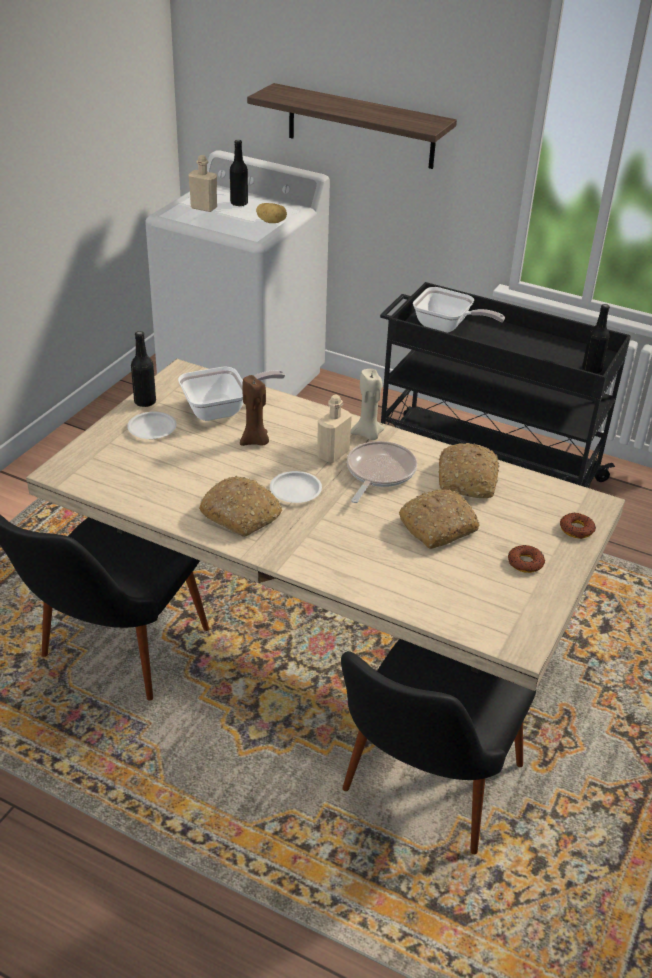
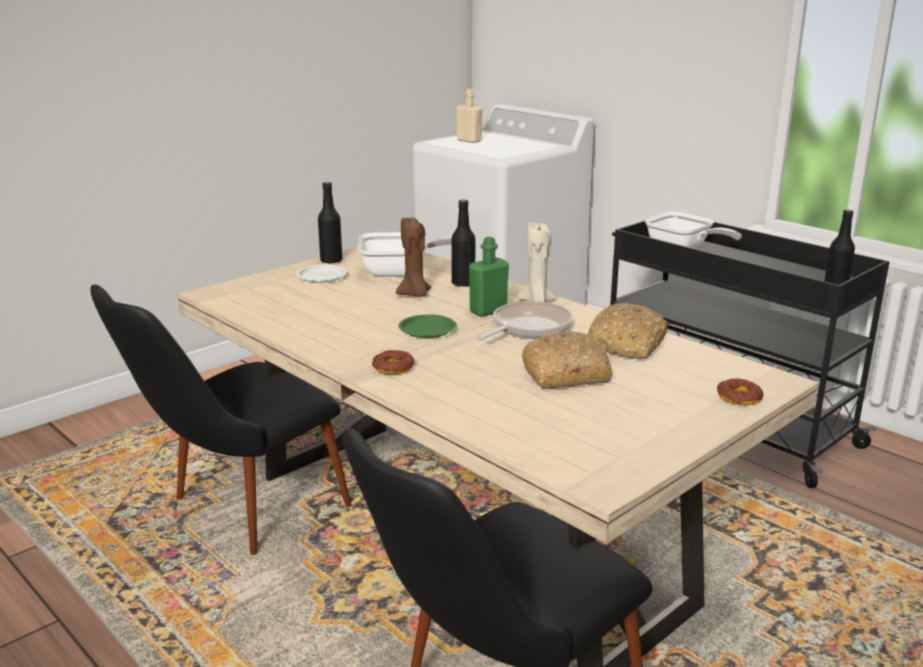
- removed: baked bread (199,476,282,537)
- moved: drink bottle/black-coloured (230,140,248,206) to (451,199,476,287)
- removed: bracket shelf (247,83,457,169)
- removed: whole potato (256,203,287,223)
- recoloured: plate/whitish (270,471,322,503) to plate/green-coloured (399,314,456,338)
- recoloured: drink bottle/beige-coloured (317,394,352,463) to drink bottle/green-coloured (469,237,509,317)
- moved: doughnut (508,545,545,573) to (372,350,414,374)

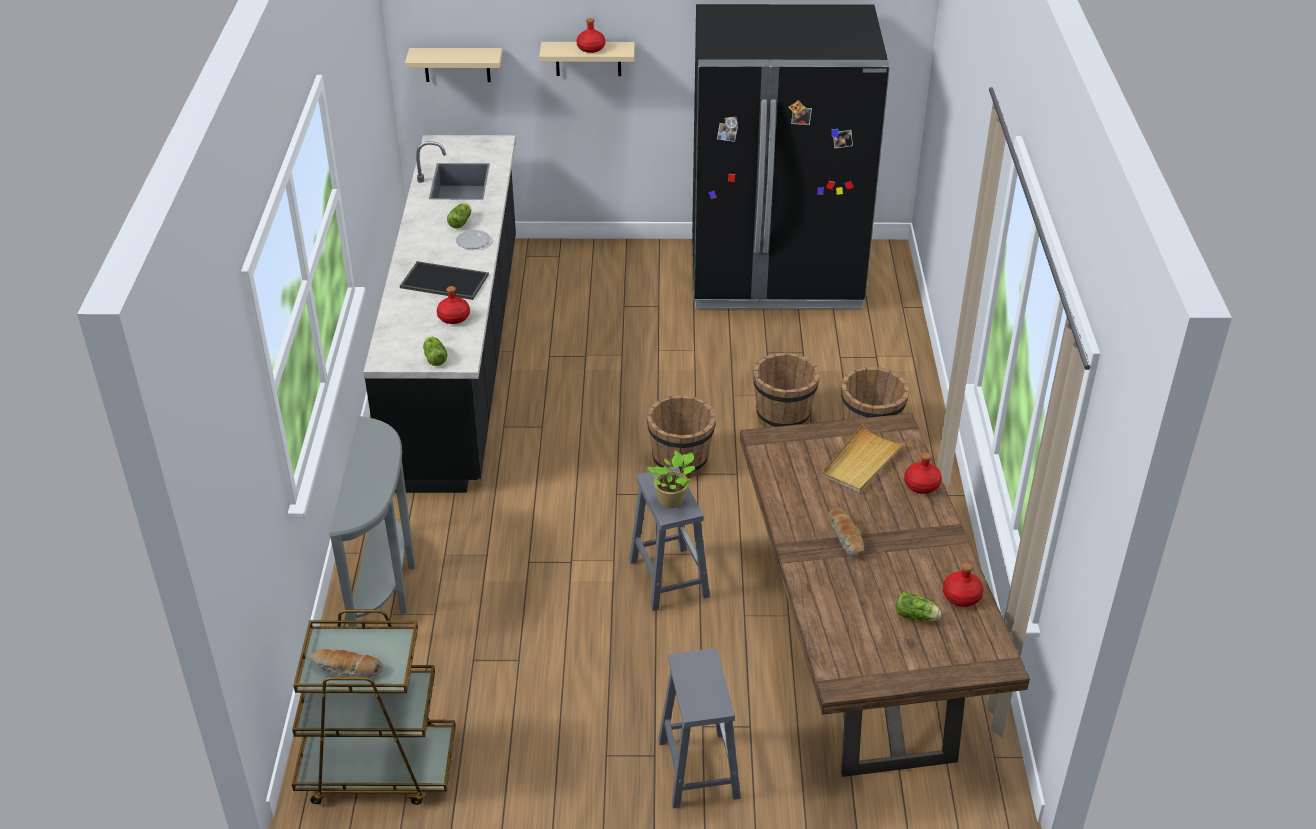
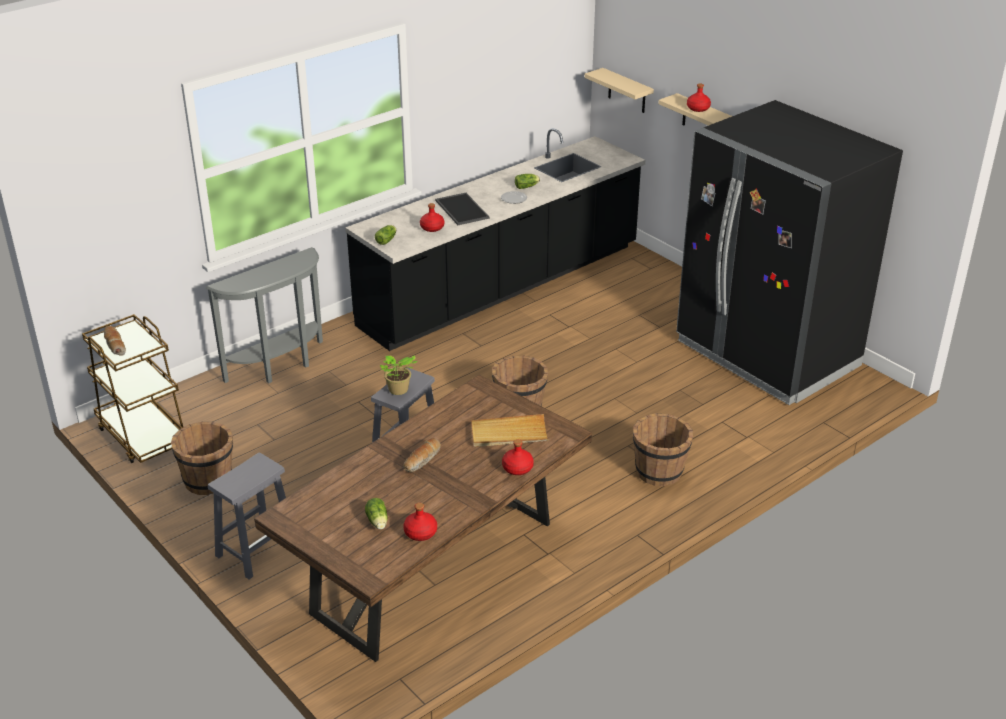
- moved: pail/brown-coloured (753,352,820,428) to (171,422,233,495)

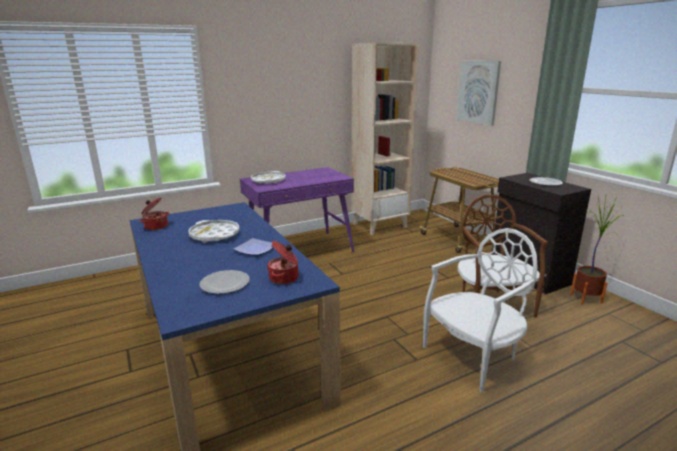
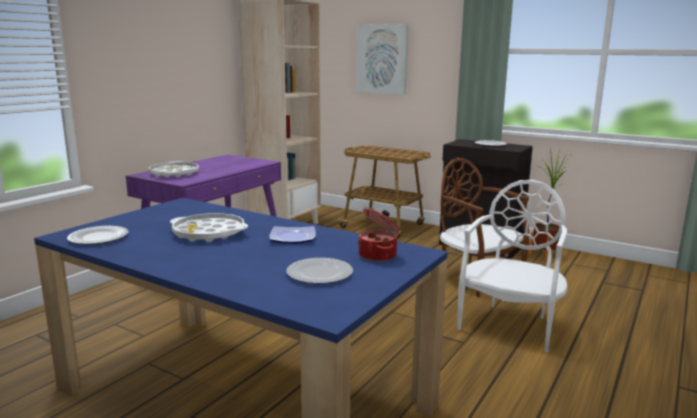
- replaced: saucepot (139,197,170,230) to plate (67,226,129,245)

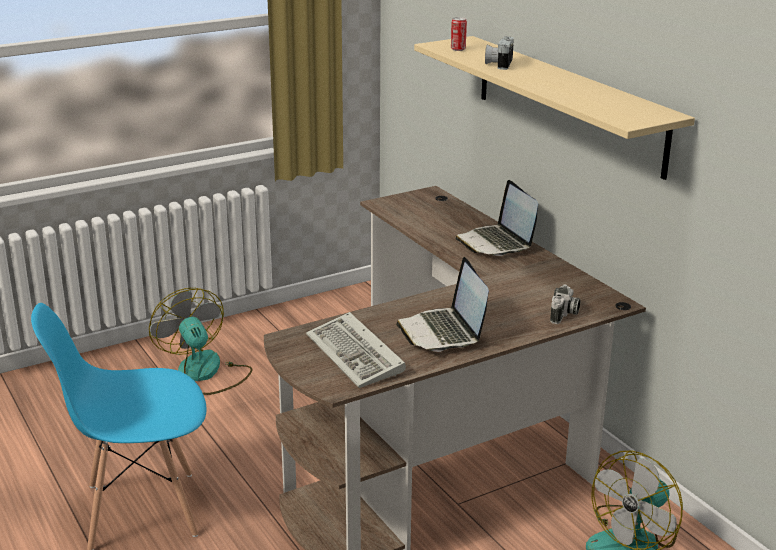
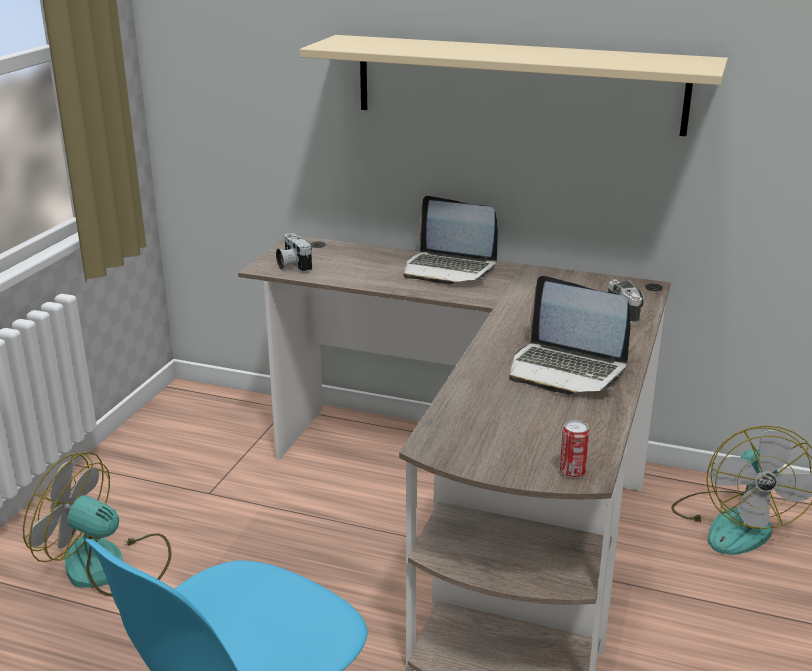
- removed: PC keyboard (306,312,406,388)
- moved: sealed can (451,17,467,51) to (560,420,590,478)
- moved: photo camera (485,36,514,70) to (276,233,312,272)

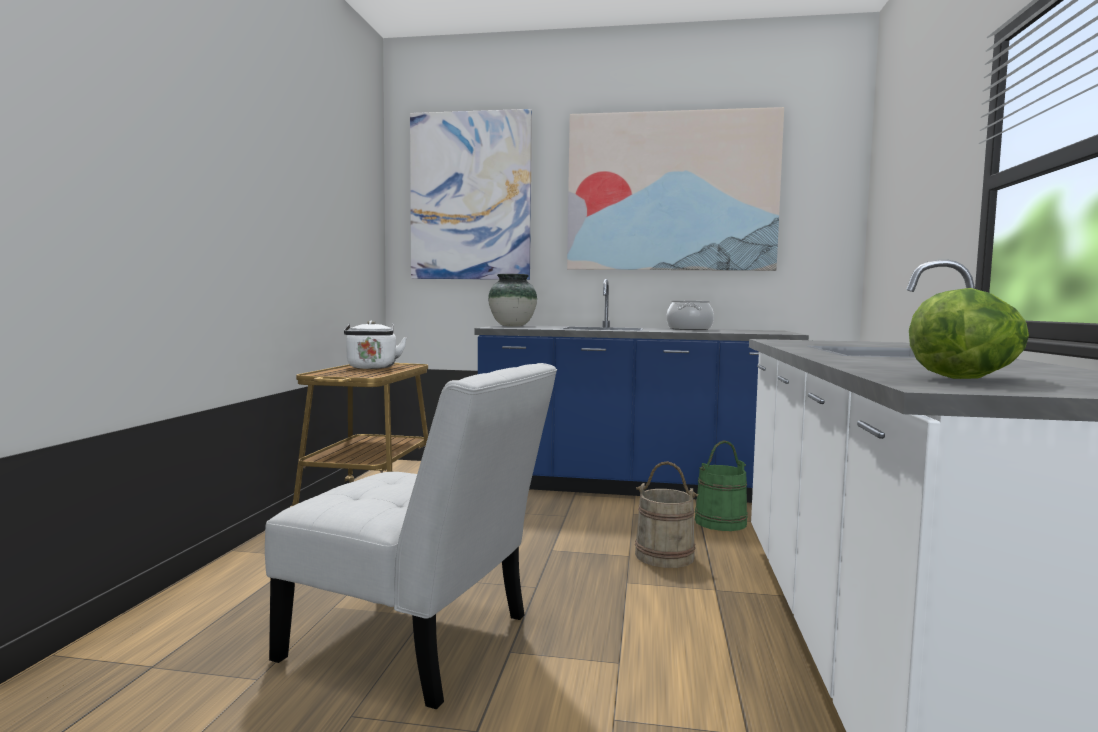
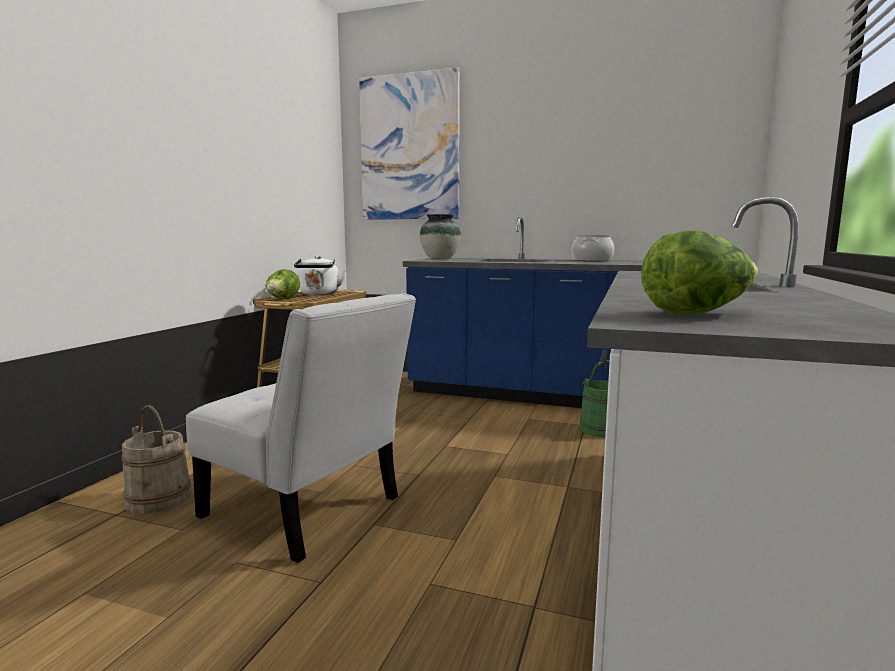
- removed: picture (567,107,784,271)
- moved: pail/beige-coloured (635,461,698,568) to (122,405,192,514)
- added: head of lettuce (266,269,300,299)

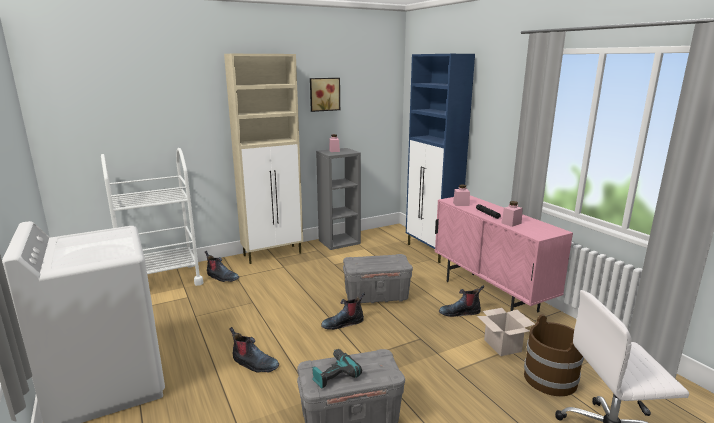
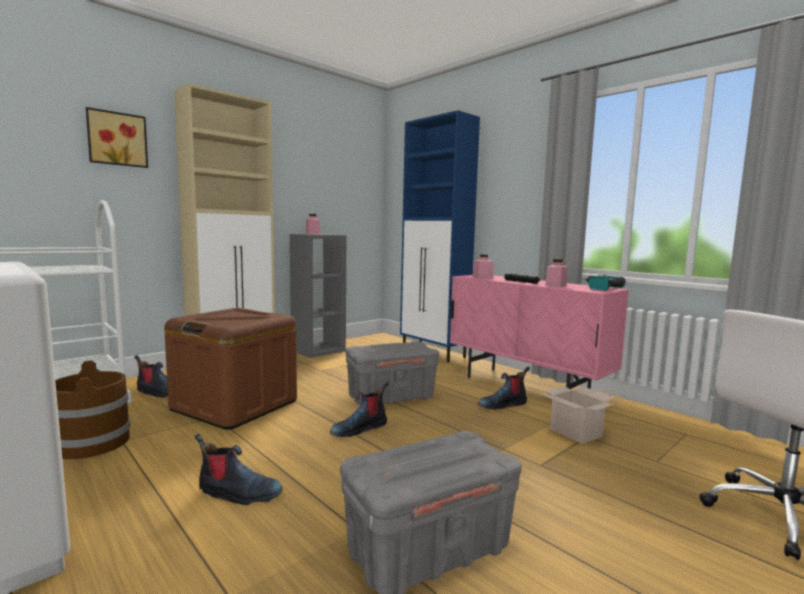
- moved: picture (310,78,340,112) to (86,107,148,168)
- moved: drill (312,349,362,389) to (584,275,626,291)
- moved: pail/brown-coloured (524,314,584,396) to (55,360,130,459)
- added: storage bin/brown-coloured (164,308,297,430)

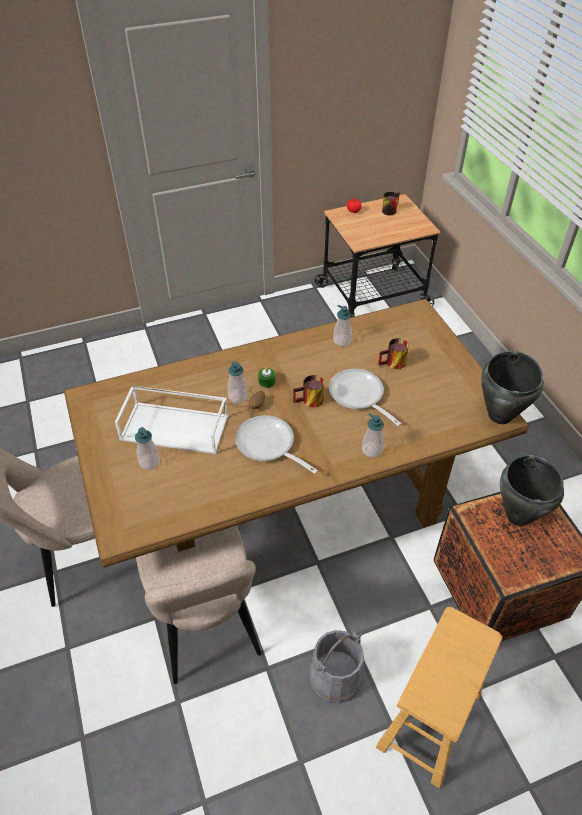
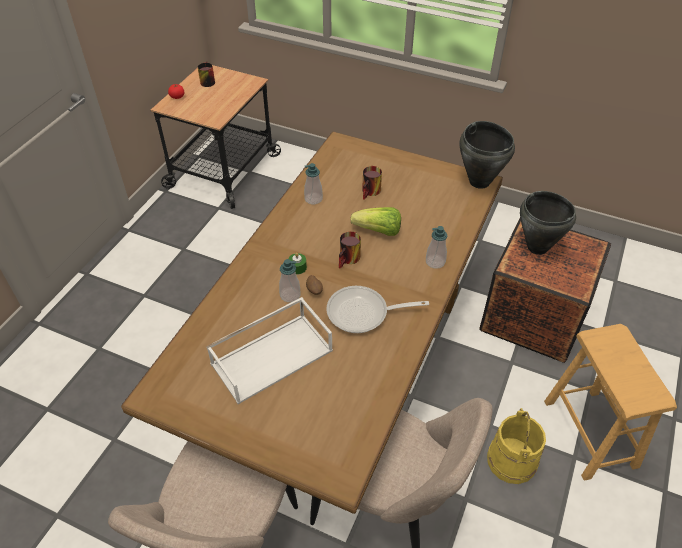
- removed: soap dispenser (135,427,160,470)
- recoloured: pail/gray (309,630,364,704) to pail/yellow (487,408,546,484)
- replaced: frying pan (329,369,401,426) to head of lettuce (350,207,401,236)

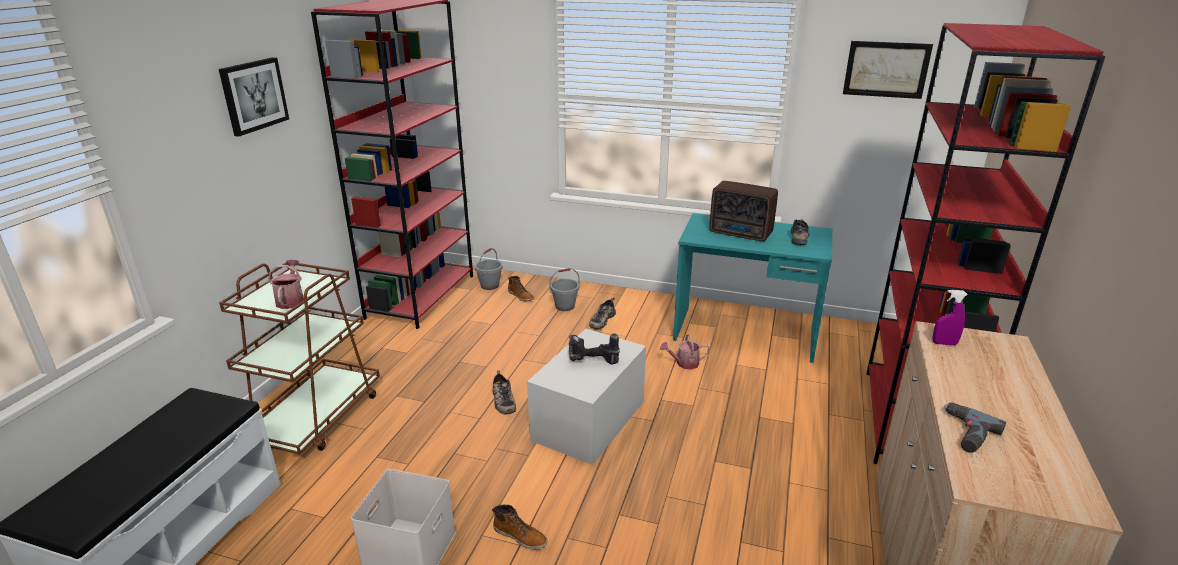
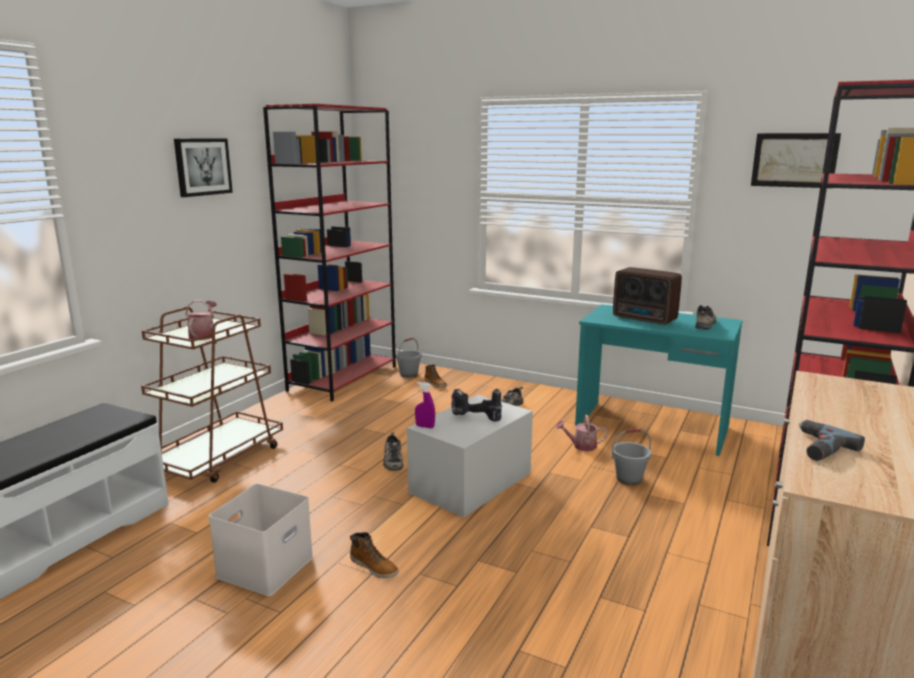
- moved: pail/gray (549,268,580,311) to (612,429,651,485)
- moved: spray bottle/purple (932,290,968,345) to (415,382,435,428)

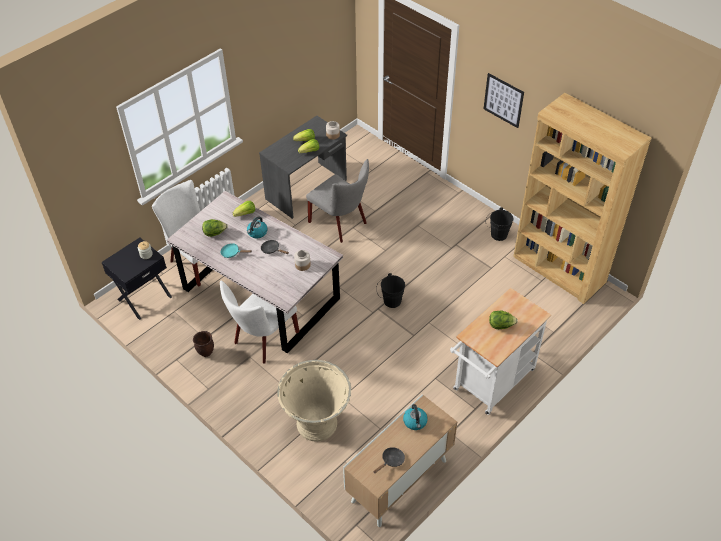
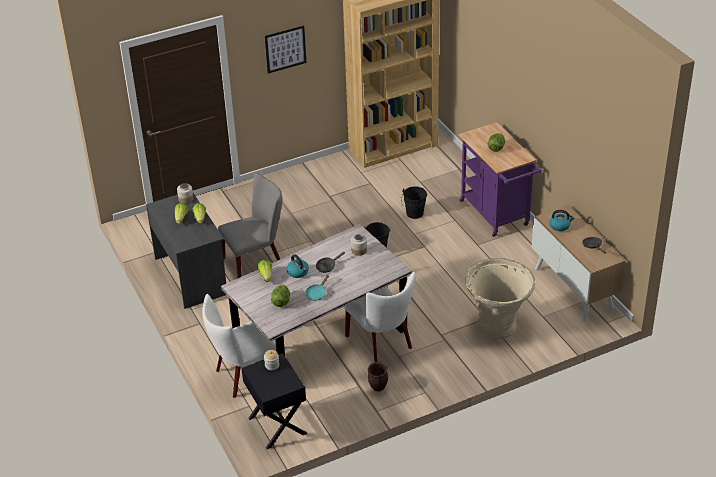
- recoloured: cart/whitish (450,288,551,415) to cart/purple (458,122,542,237)
- moved: pail/black-coloured (486,208,513,241) to (401,186,427,219)

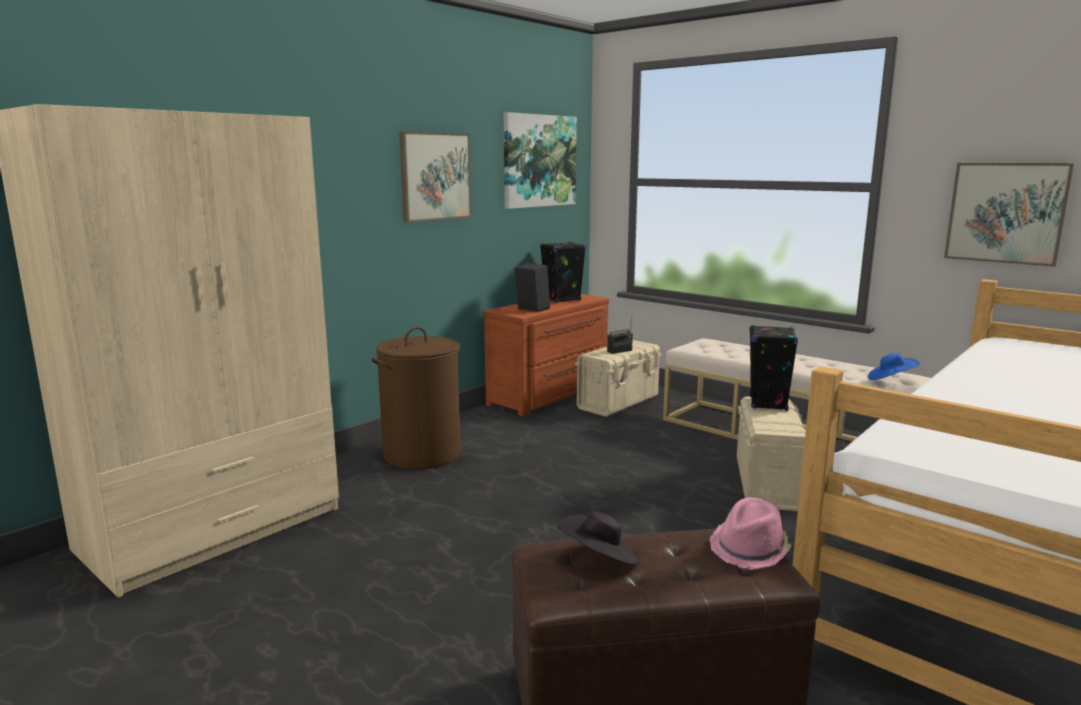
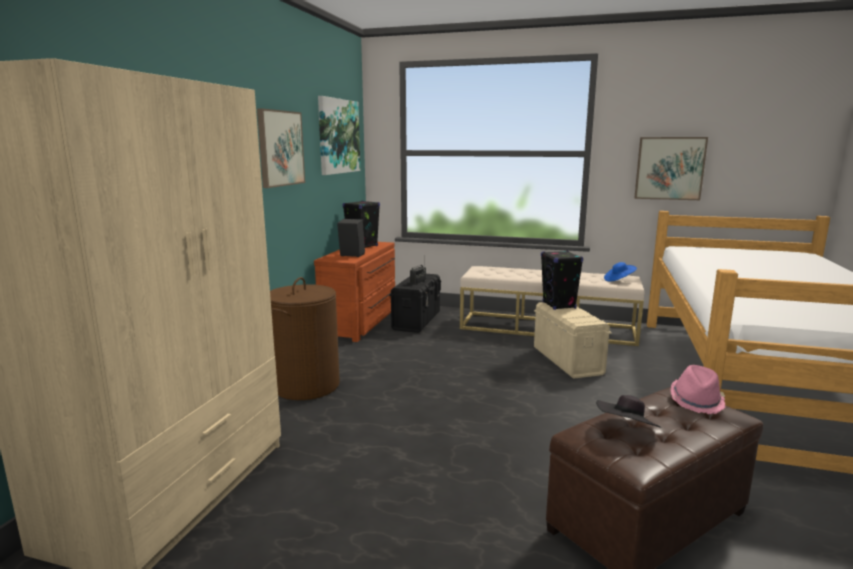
- recoloured: storage bin/beige-coloured (575,340,662,417) to storage bin/black-coloured (389,274,441,333)

